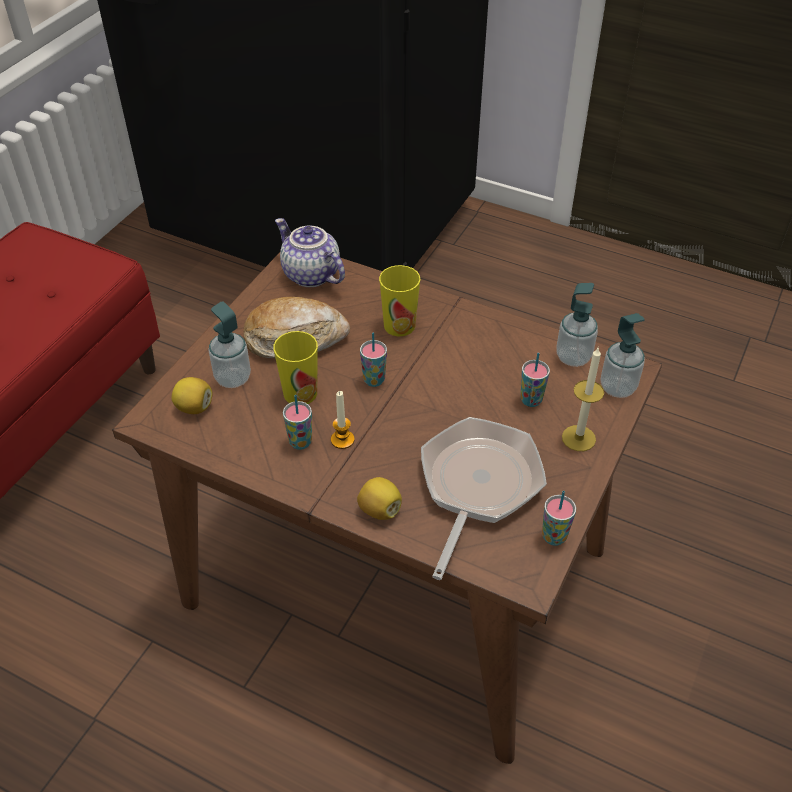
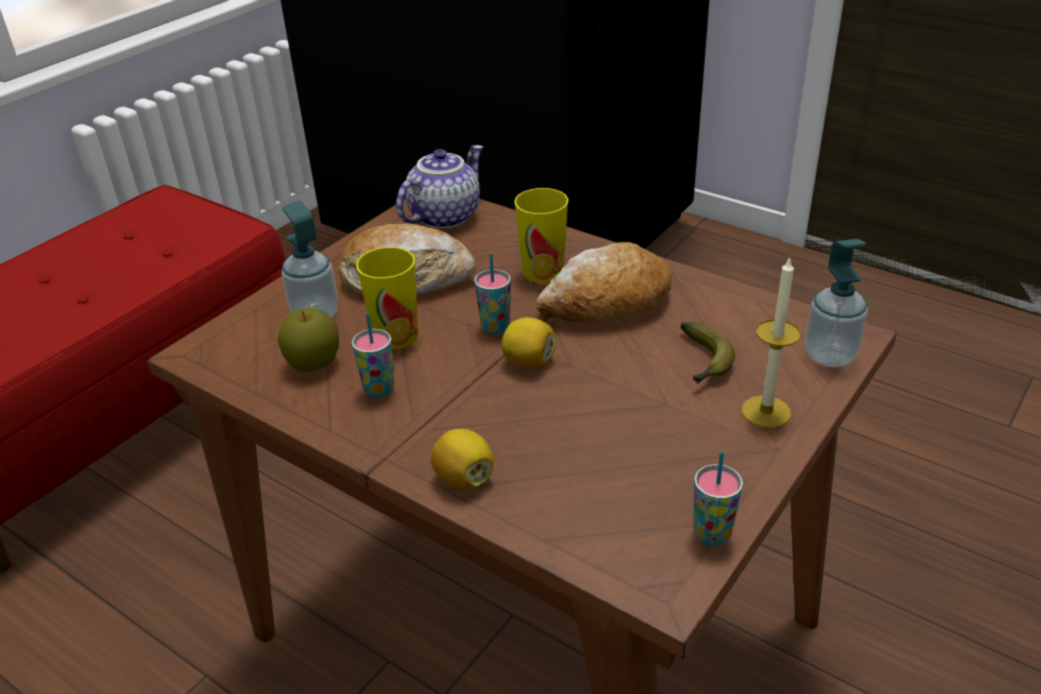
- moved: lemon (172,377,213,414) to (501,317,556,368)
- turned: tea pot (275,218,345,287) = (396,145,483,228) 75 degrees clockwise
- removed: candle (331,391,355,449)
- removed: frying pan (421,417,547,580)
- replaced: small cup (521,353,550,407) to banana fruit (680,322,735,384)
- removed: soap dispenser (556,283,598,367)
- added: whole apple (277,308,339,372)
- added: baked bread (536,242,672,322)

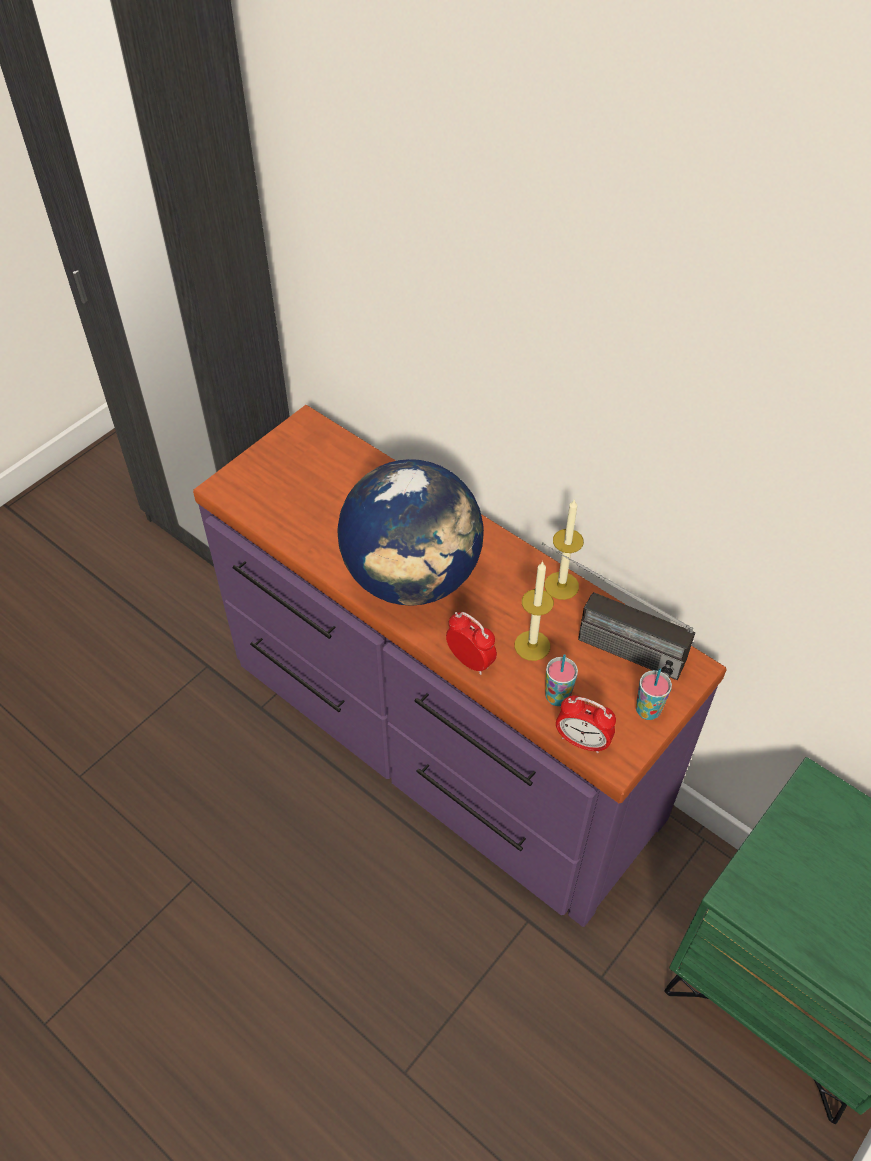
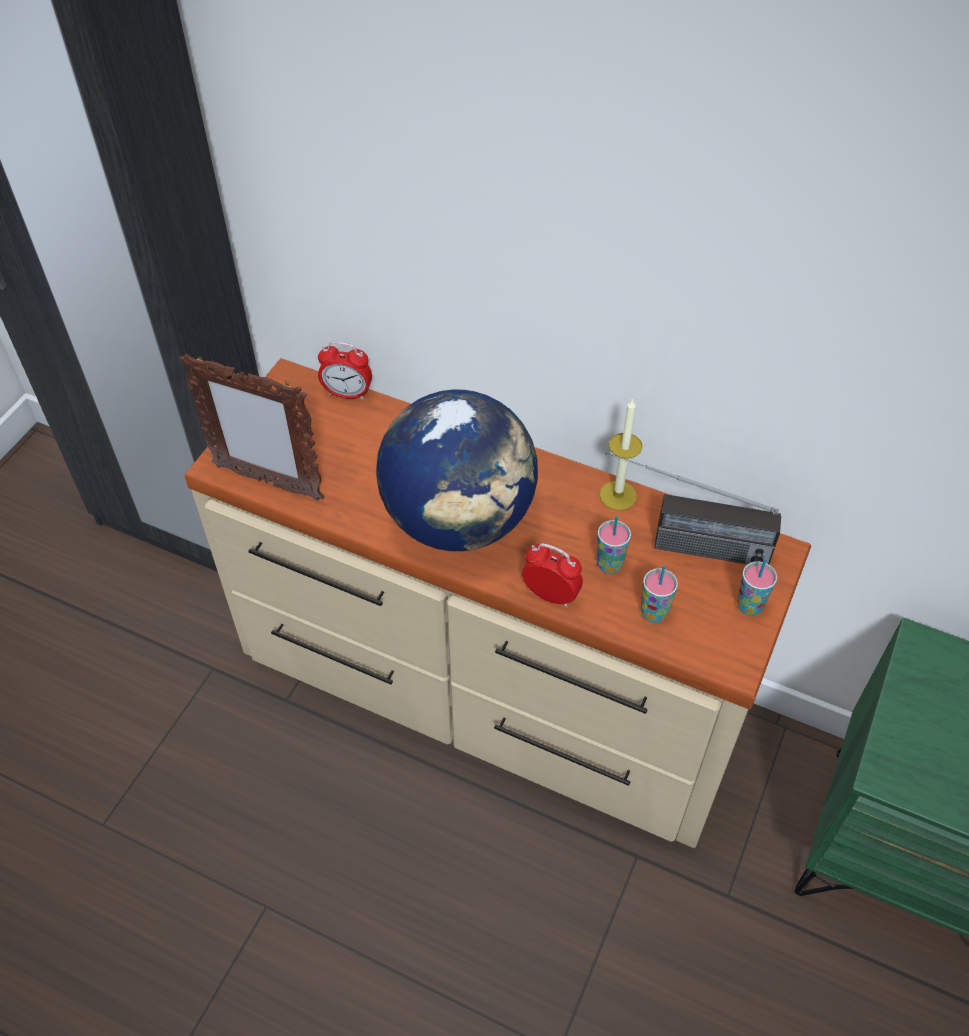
- recoloured: chest of drawers/purple (193,405,727,927) to chest of drawers/beige-coloured (184,358,811,848)
- replaced: candle (515,561,554,661) to small cup (597,516,631,574)
- moved: table clock (556,695,616,753) to (318,342,372,400)
- added: picture frame (179,353,324,501)

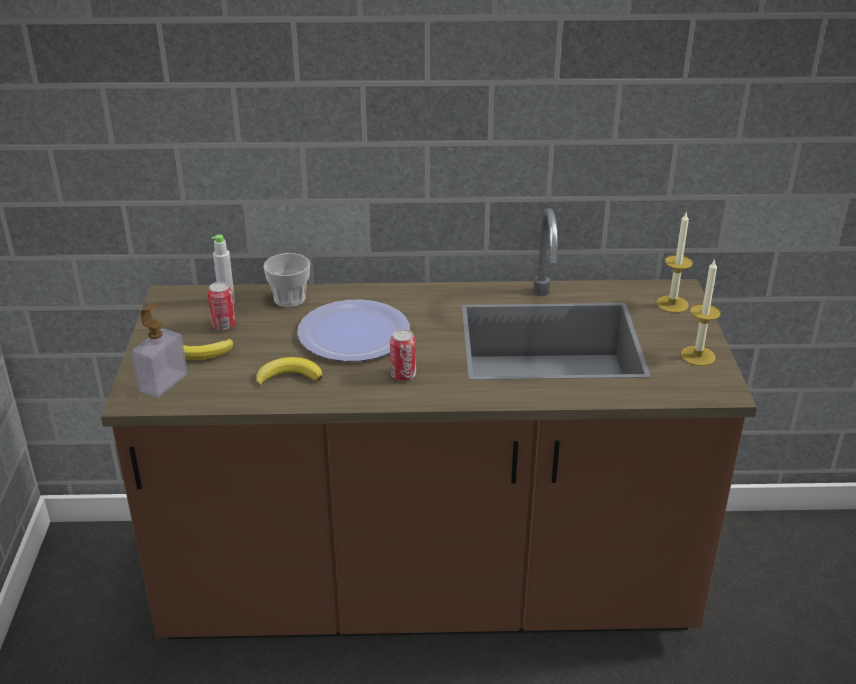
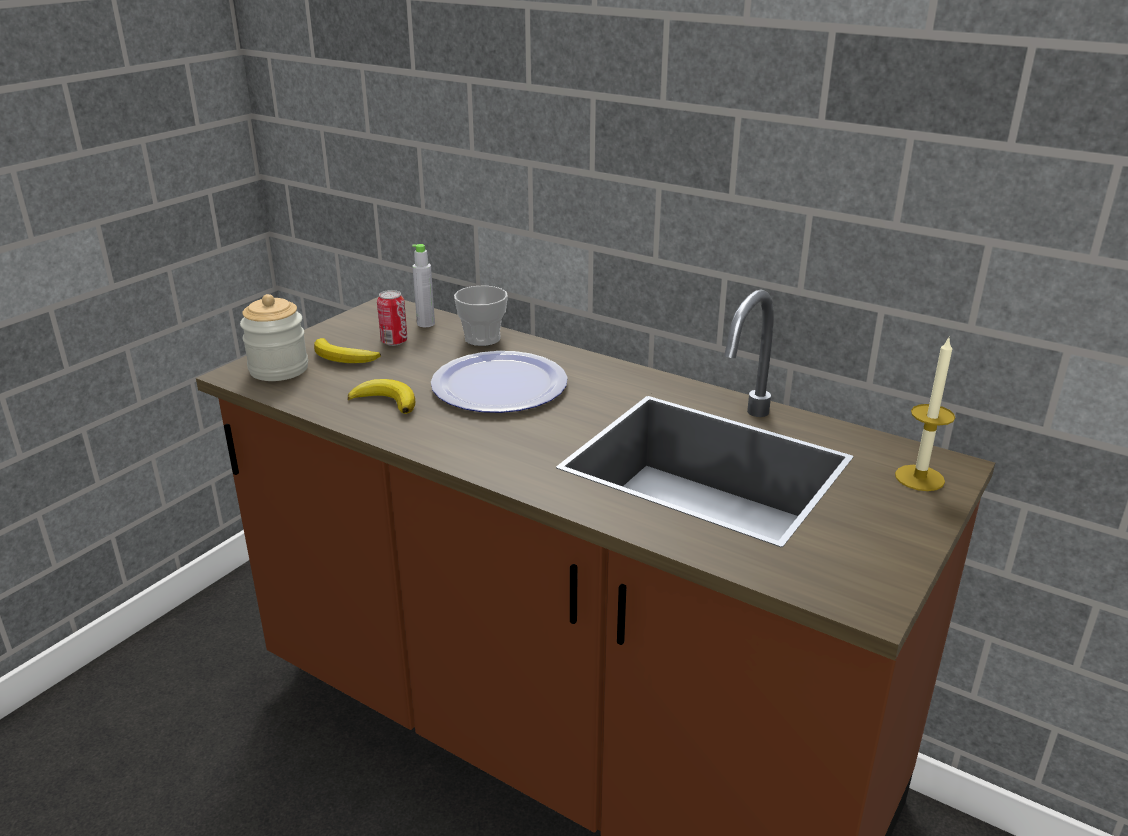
- replaced: soap dispenser (132,304,187,397) to jar (240,294,308,381)
- removed: sealed can (390,329,416,381)
- removed: candle (681,258,721,366)

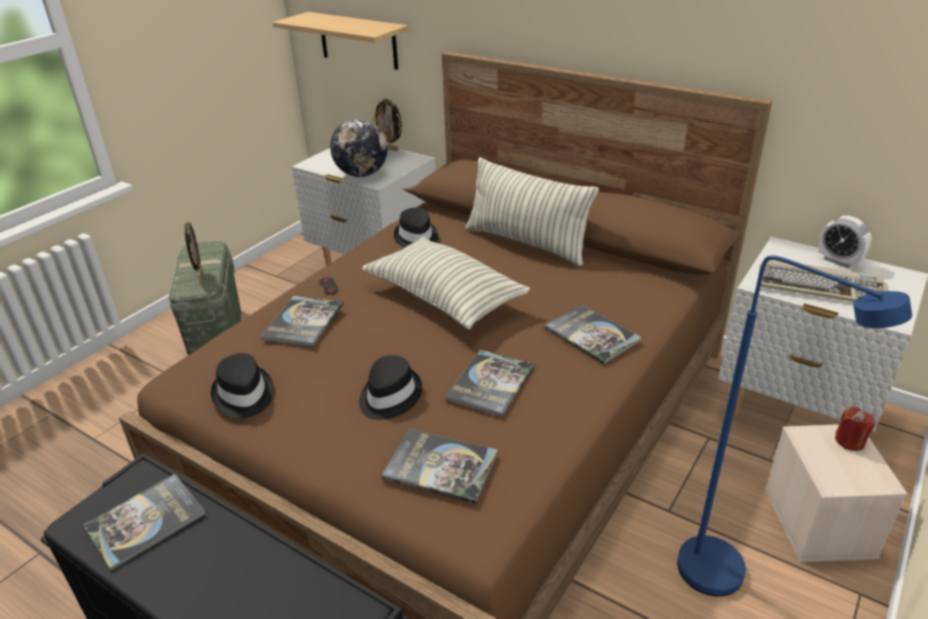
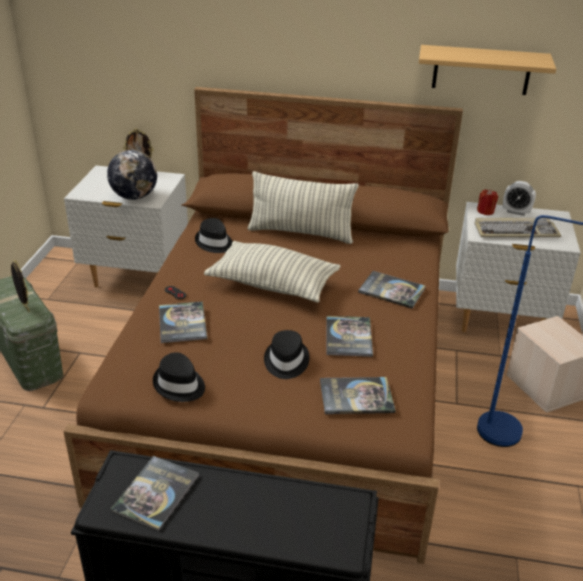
- moved: bracket shelf (272,12,409,70) to (419,45,556,95)
- moved: candle/red-coloured (835,407,875,451) to (477,189,498,215)

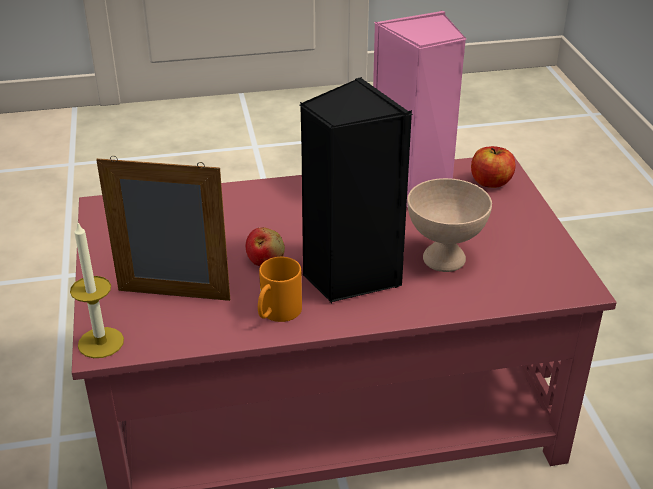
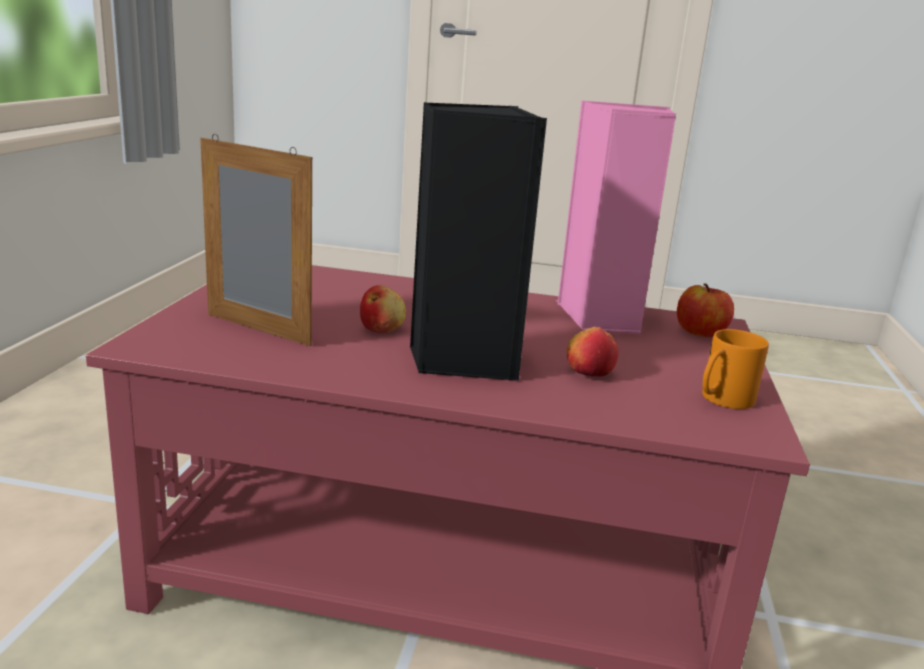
- removed: candle (70,223,124,358)
- moved: mug/orangey (258,257,302,322) to (702,329,769,409)
- replaced: bowl/beige-coloured (407,178,492,272) to whole apple (567,327,618,377)

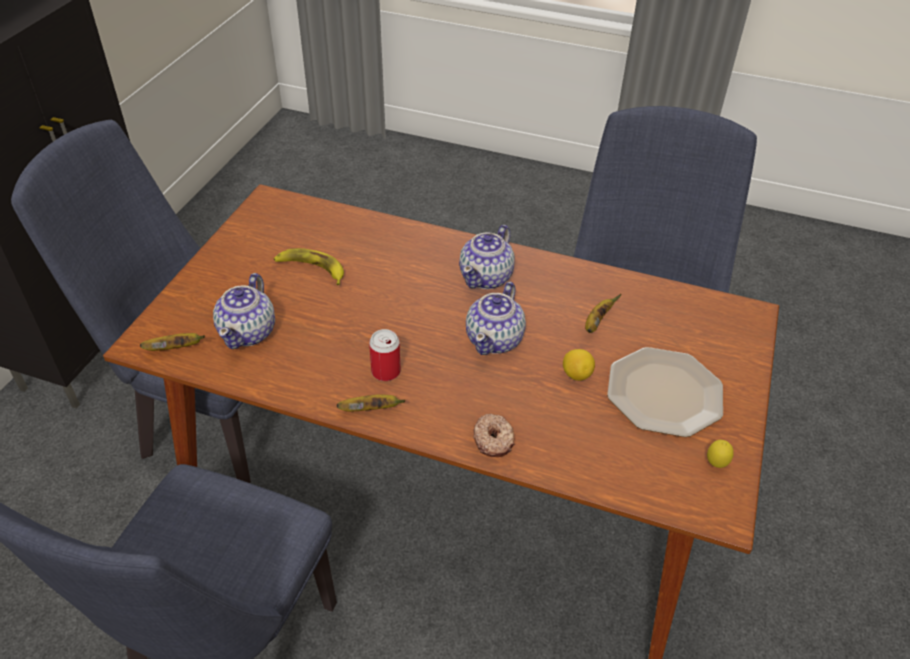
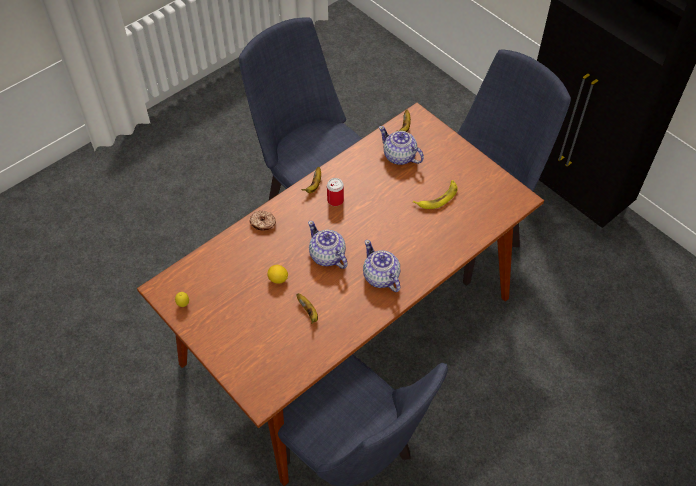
- removed: plate (607,347,723,437)

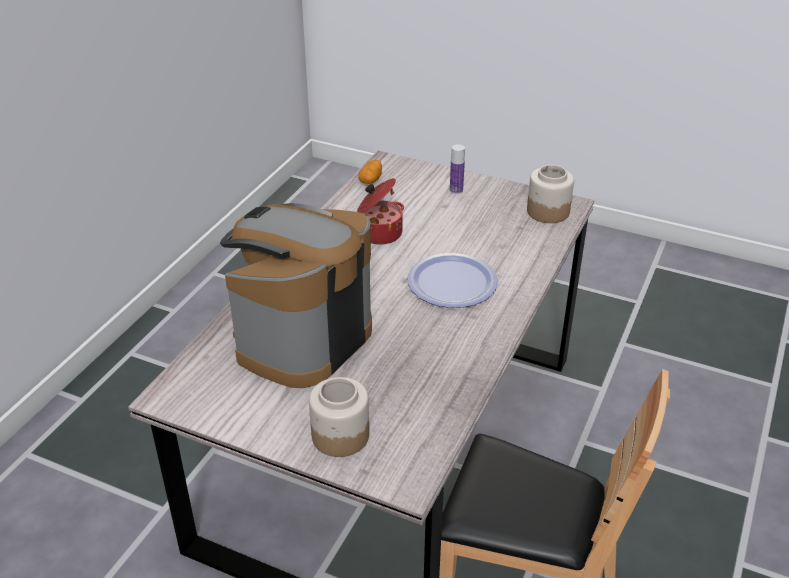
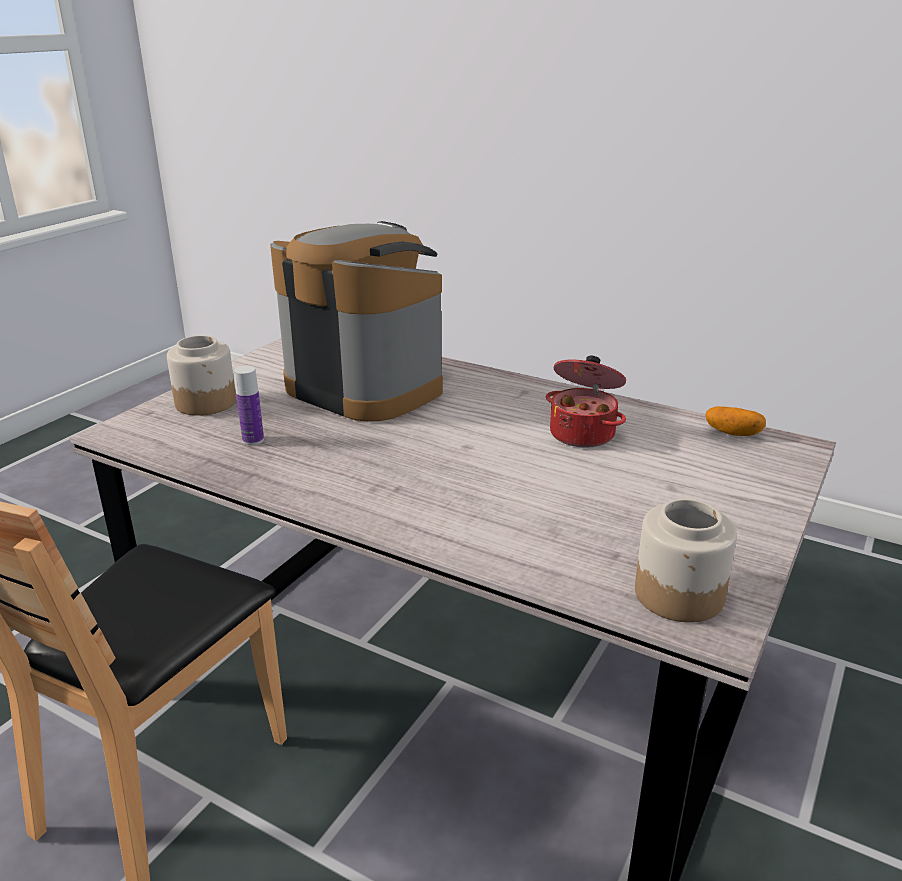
- removed: plate (407,253,498,308)
- moved: drink bottle (450,144,465,194) to (234,365,264,445)

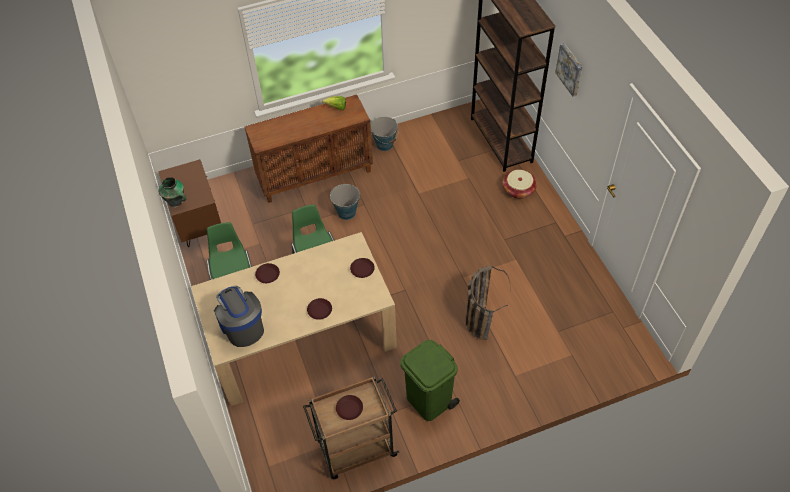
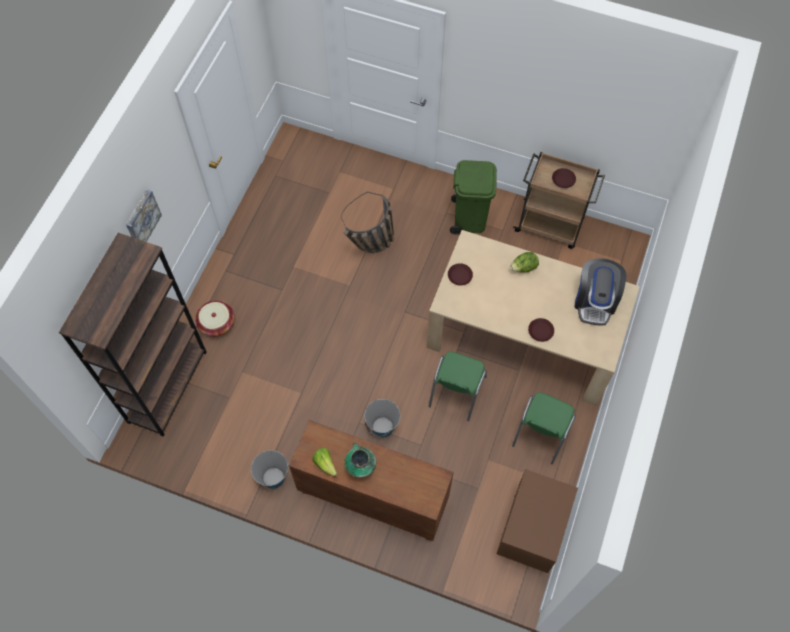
- moved: flower vase (158,177,187,208) to (344,443,376,478)
- replaced: plate/brown-coloured (307,298,332,320) to head of lettuce (510,252,539,273)

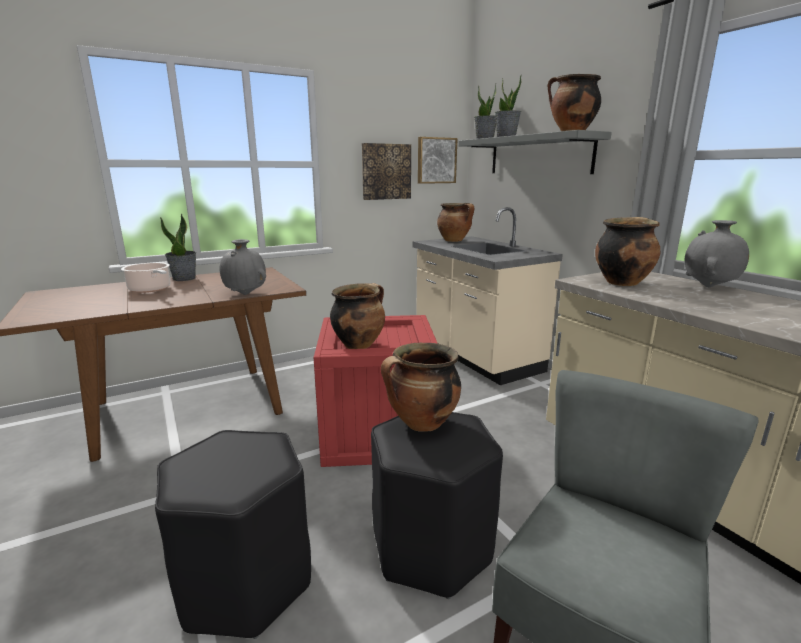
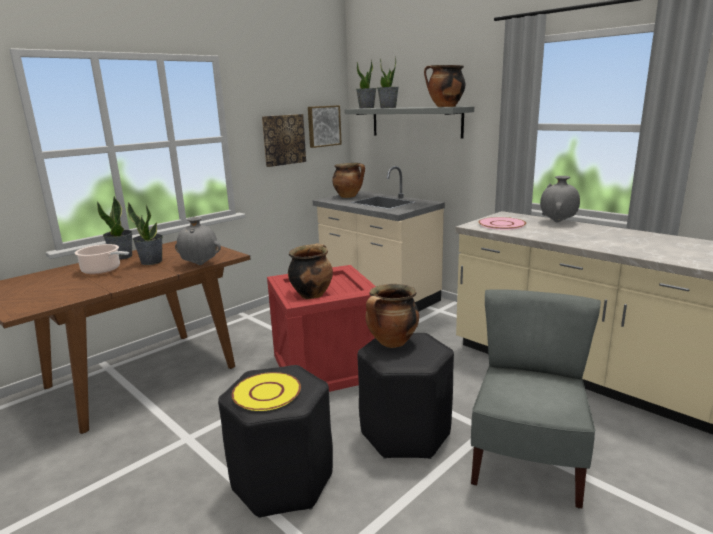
- replaced: saucepot (595,217,660,286) to plate/pink-coloured (478,217,526,230)
- added: plant in a pot (127,203,163,265)
- added: plate/yellow (232,372,301,411)

